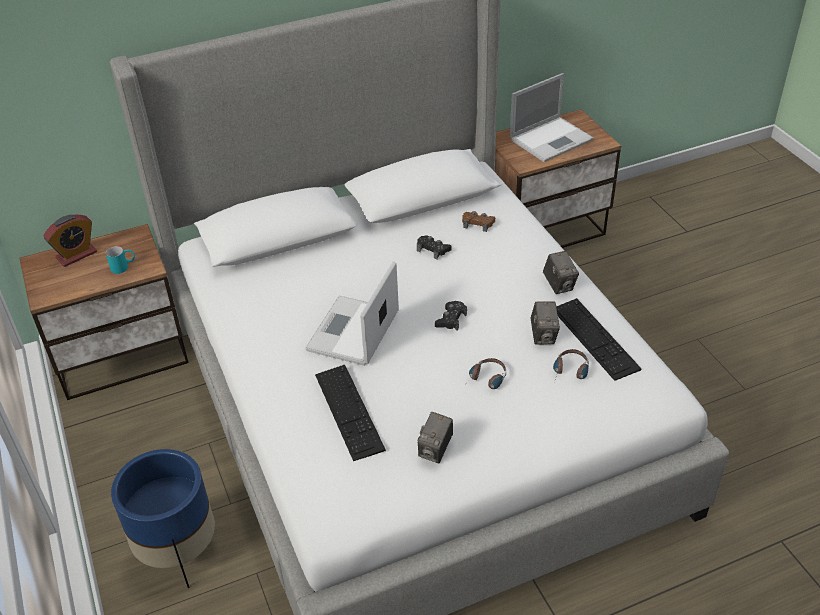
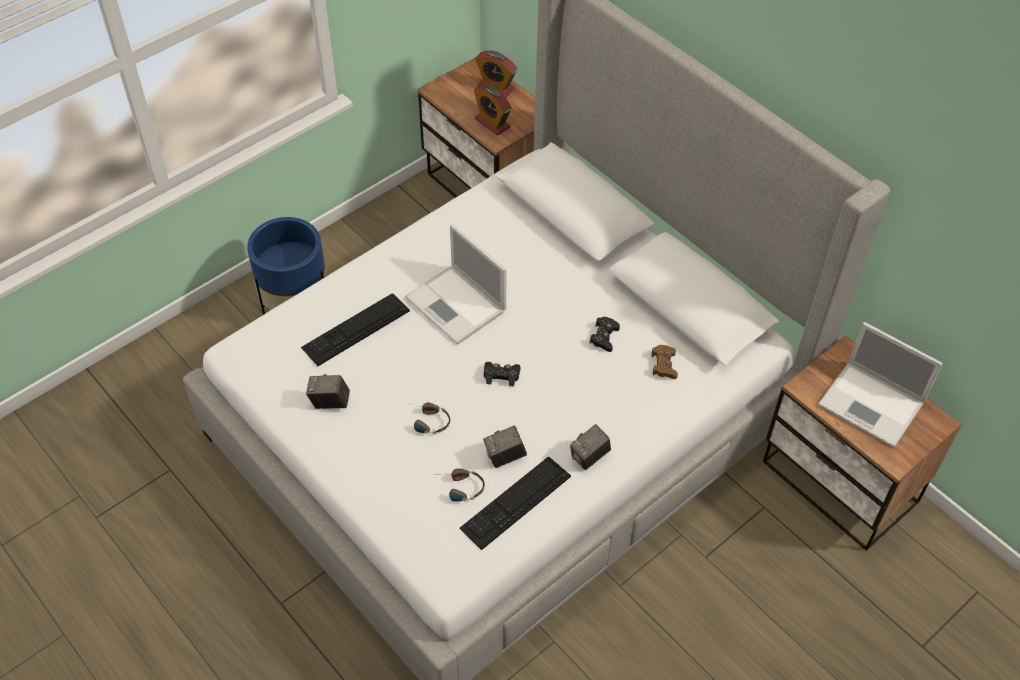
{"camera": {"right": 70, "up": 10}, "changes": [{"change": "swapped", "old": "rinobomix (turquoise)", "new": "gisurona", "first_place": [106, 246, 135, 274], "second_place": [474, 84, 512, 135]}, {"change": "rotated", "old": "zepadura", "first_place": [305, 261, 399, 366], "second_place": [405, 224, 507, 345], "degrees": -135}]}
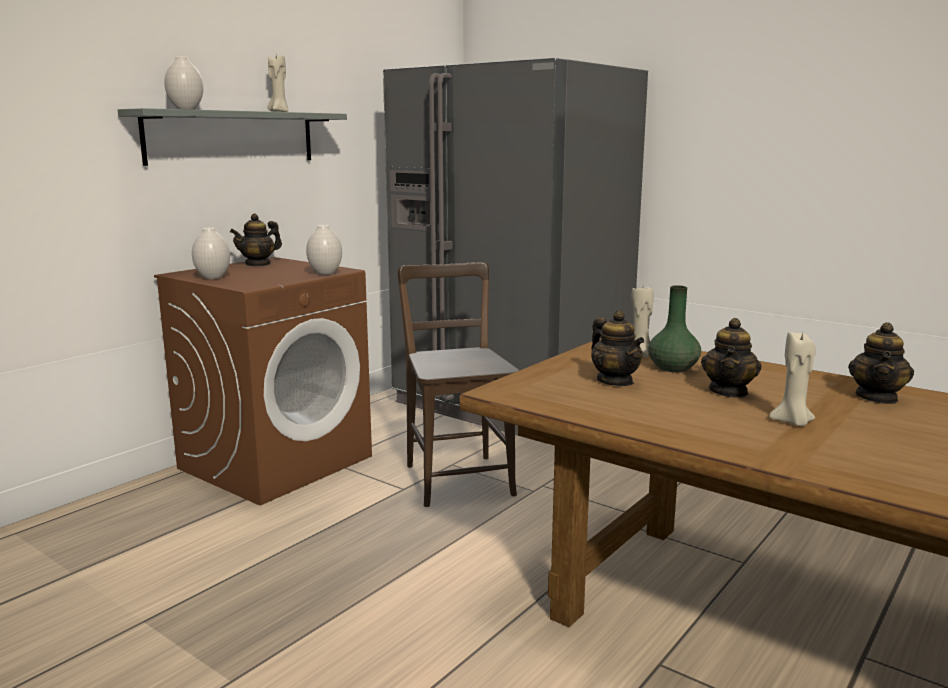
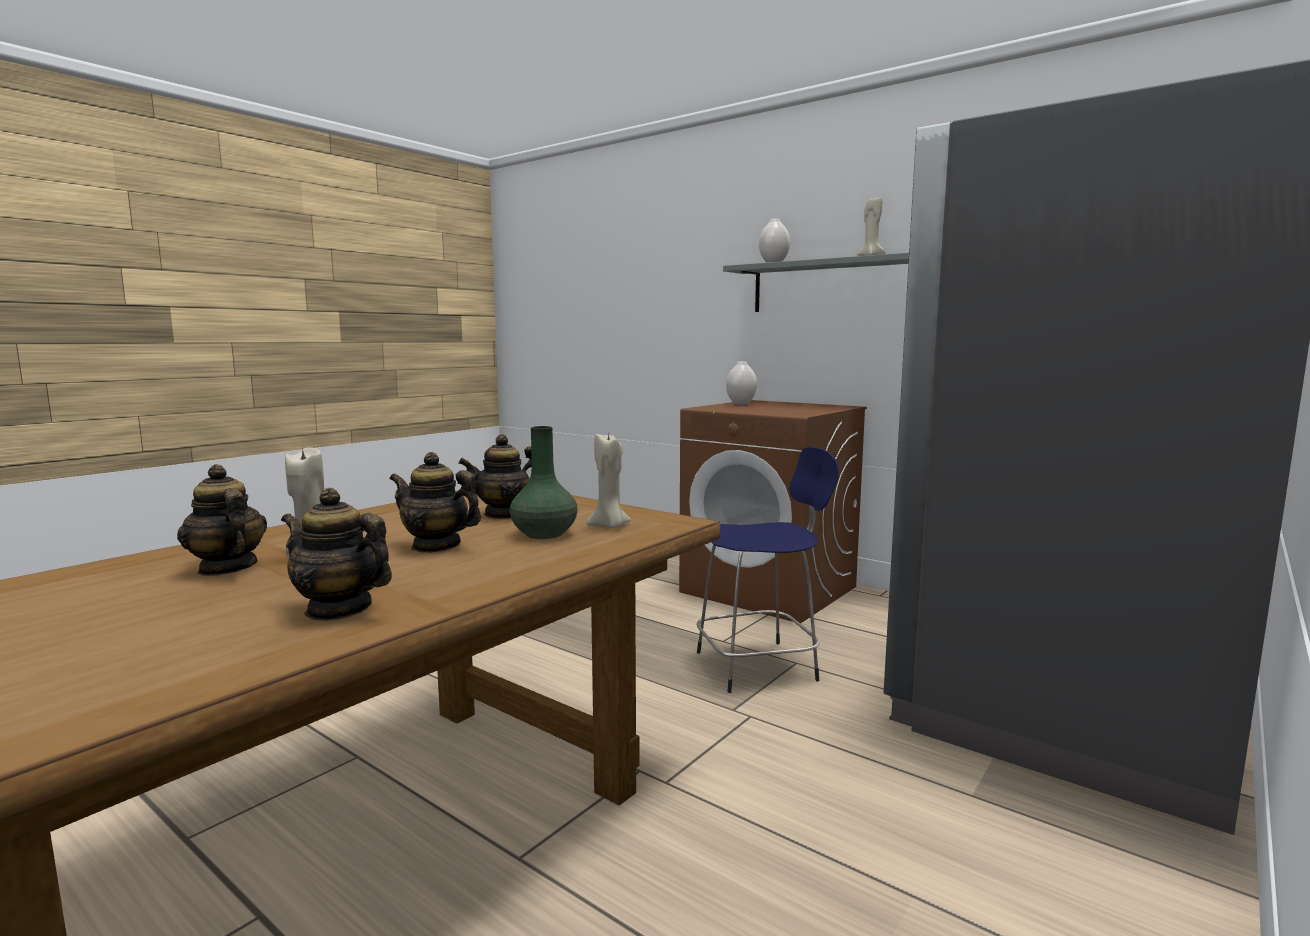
{"camera": {"right": 90, "up": -5}, "changes": [{"change": "shifted", "old": "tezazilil", "first_place": [230, 214, 282, 266], "second_place": [177, 464, 267, 576]}, {"change": "gone", "old": "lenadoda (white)", "first_place": [306, 225, 342, 275]}, {"change": "swapped", "old": "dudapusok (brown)", "new": "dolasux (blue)", "first_place": [398, 262, 519, 507], "second_place": [696, 447, 839, 693]}]}
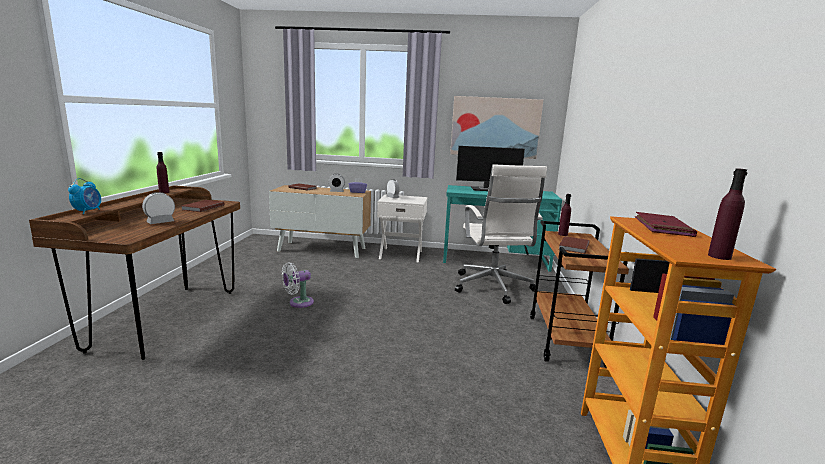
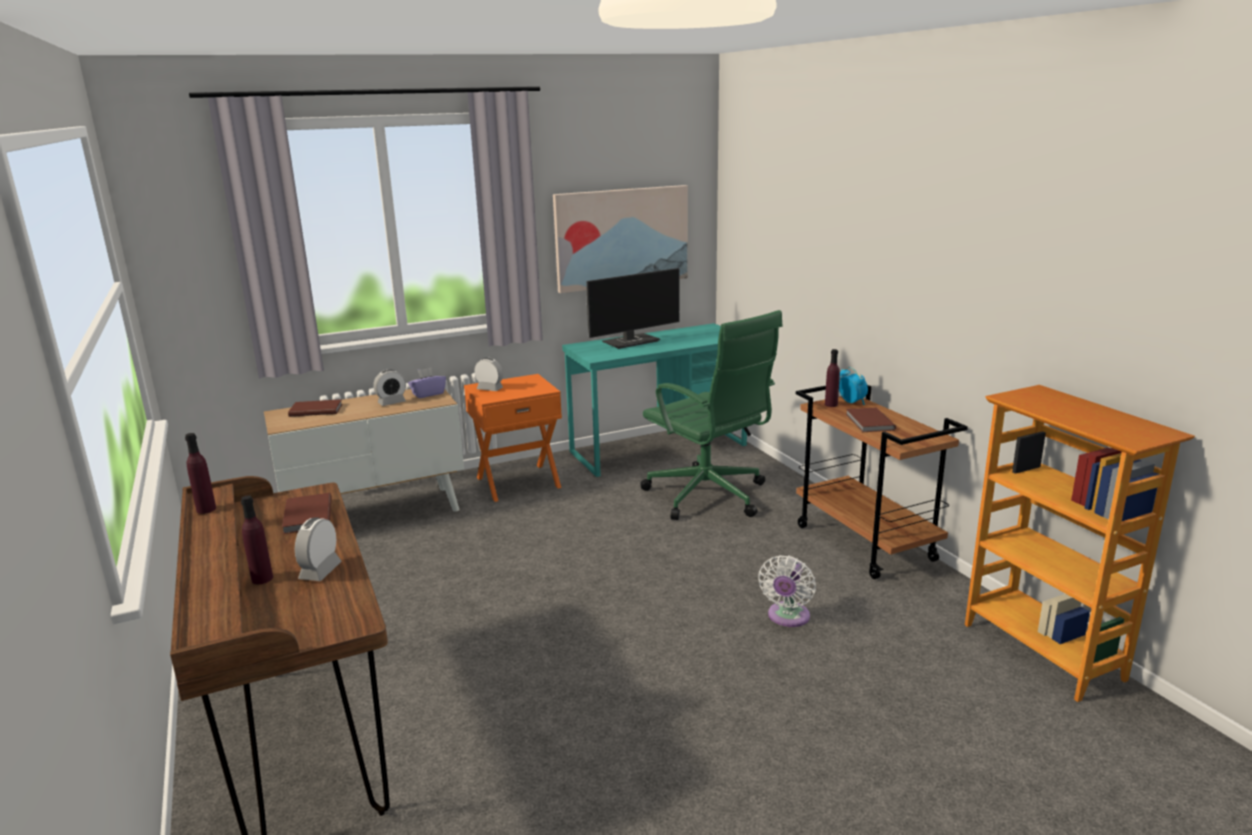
{"camera": {"right": -30, "up": 5}, "changes": [{"change": "shifted", "old": "gisurona", "first_place": [68, 178, 101, 214], "second_place": [839, 367, 868, 405]}, {"change": "shifted", "old": "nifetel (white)", "first_place": [282, 262, 314, 308], "second_place": [758, 555, 816, 627]}, {"change": "repainted", "old": "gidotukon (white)", "new": "gidotukon (orange)", "first_place": [377, 194, 427, 262], "second_place": [464, 374, 562, 502]}, {"change": "repainted", "old": "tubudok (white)", "new": "tubudok (green)", "first_place": [455, 165, 547, 304], "second_place": [640, 310, 783, 520]}, {"change": "gone", "old": "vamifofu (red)", "first_place": [635, 212, 697, 237]}, {"change": "shifted", "old": "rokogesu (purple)", "first_place": [708, 168, 748, 260], "second_place": [241, 495, 273, 584]}]}
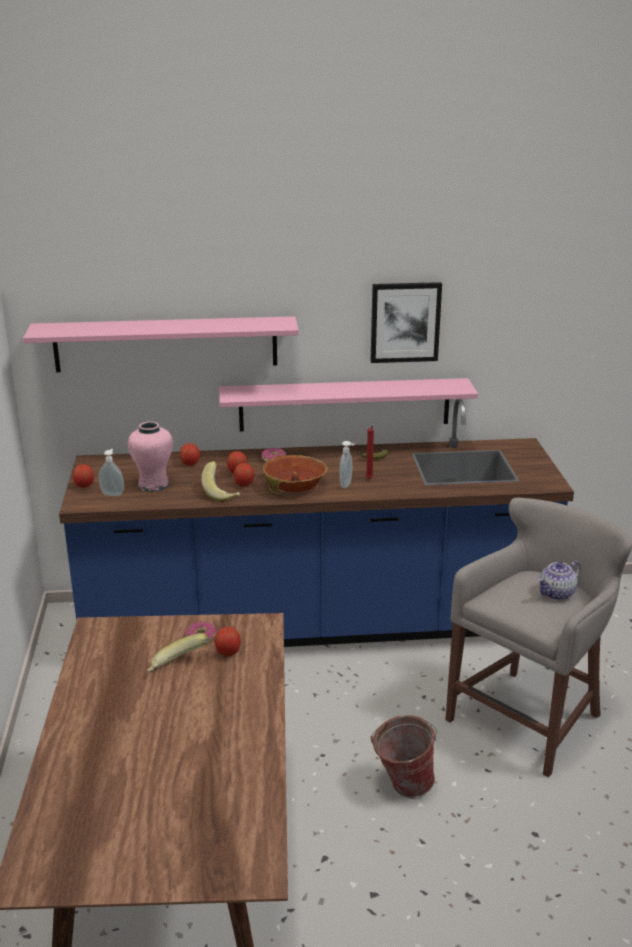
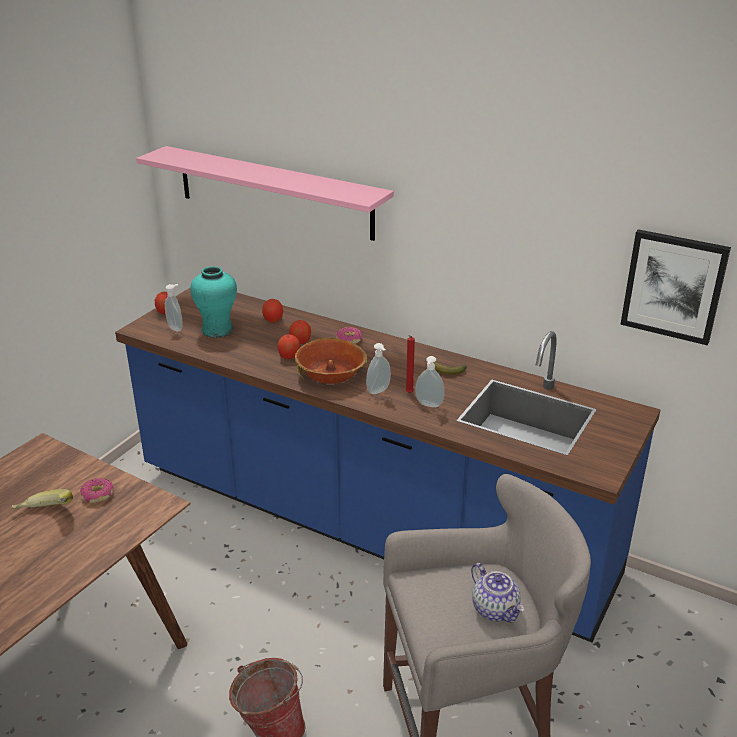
{"camera": {"right": 35, "up": 5}, "changes": [{"change": "repainted", "old": "lenadoda (pink)", "new": "lenadoda (turquoise)", "first_place": [128, 421, 173, 492], "second_place": [190, 266, 237, 338]}, {"change": "gone", "old": "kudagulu", "first_place": [201, 461, 240, 502]}, {"change": "gone", "old": "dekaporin", "first_place": [214, 627, 241, 656]}, {"change": "gone", "old": "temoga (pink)", "first_place": [219, 378, 478, 432]}, {"change": "shifted", "old": "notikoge", "first_place": [371, 282, 442, 363], "second_place": [620, 229, 731, 346]}, {"change": "rotated", "old": "tezazilil", "first_place": [538, 561, 581, 600], "second_place": [471, 563, 525, 623], "degrees": -120}, {"change": "new", "new": "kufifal", "second_place": [416, 356, 445, 407]}]}
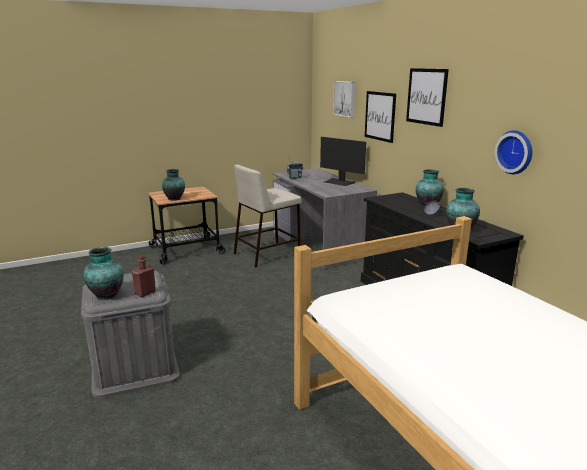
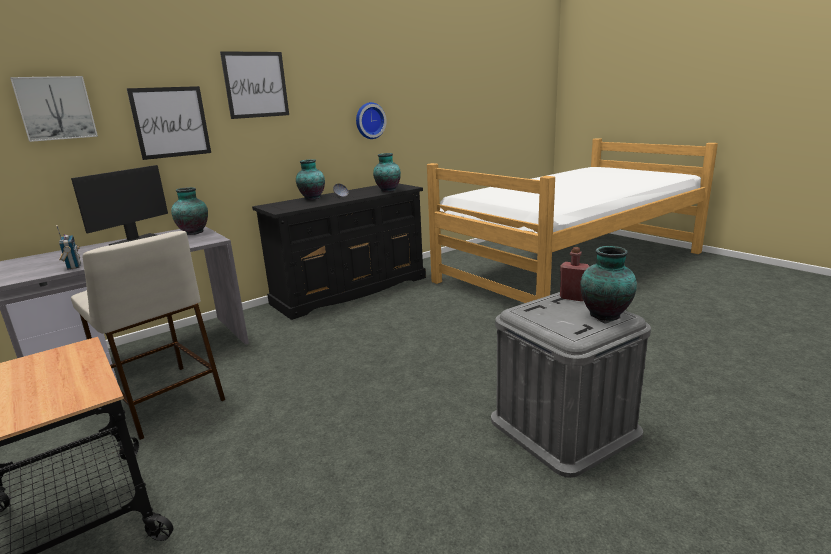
{"camera": {"right": -100, "up": 0}, "changes": [{"change": "shifted", "old": "lenadoda", "first_place": [162, 169, 185, 201], "second_place": [171, 187, 208, 235]}]}
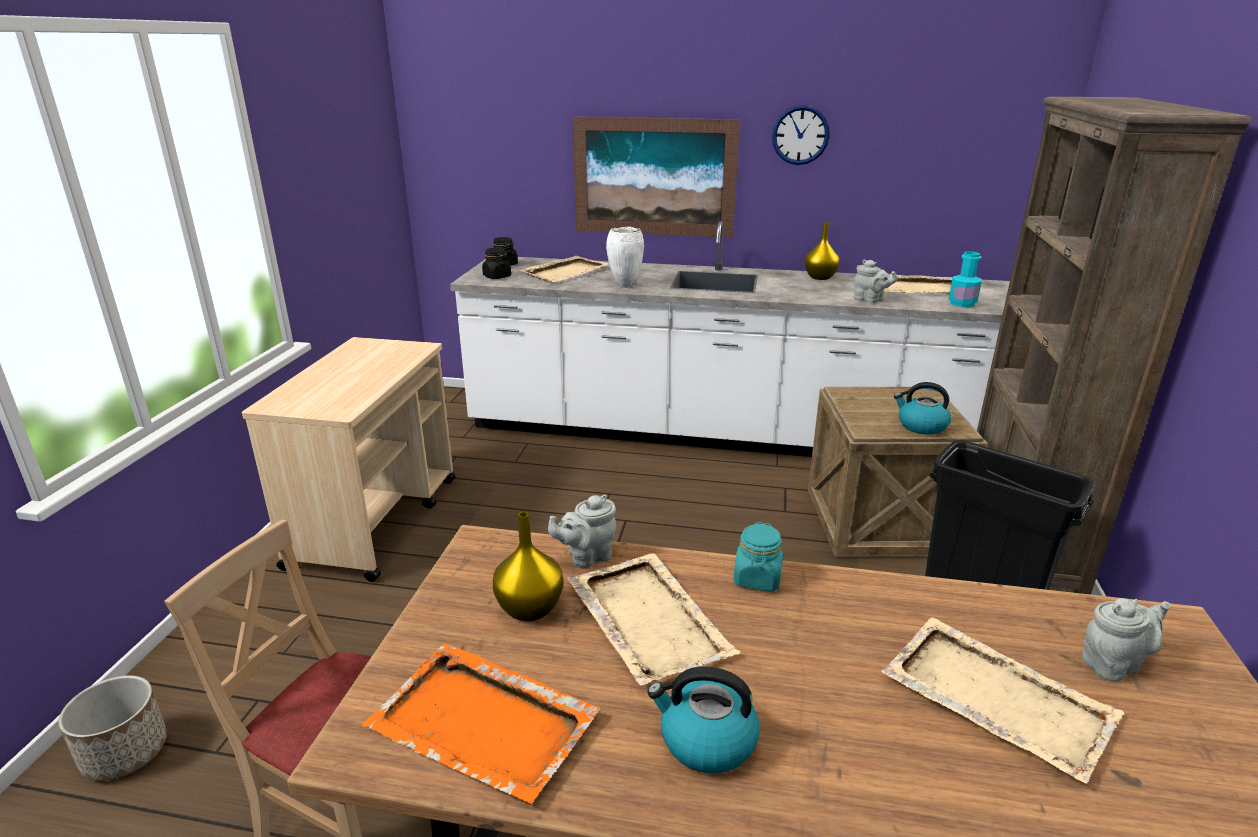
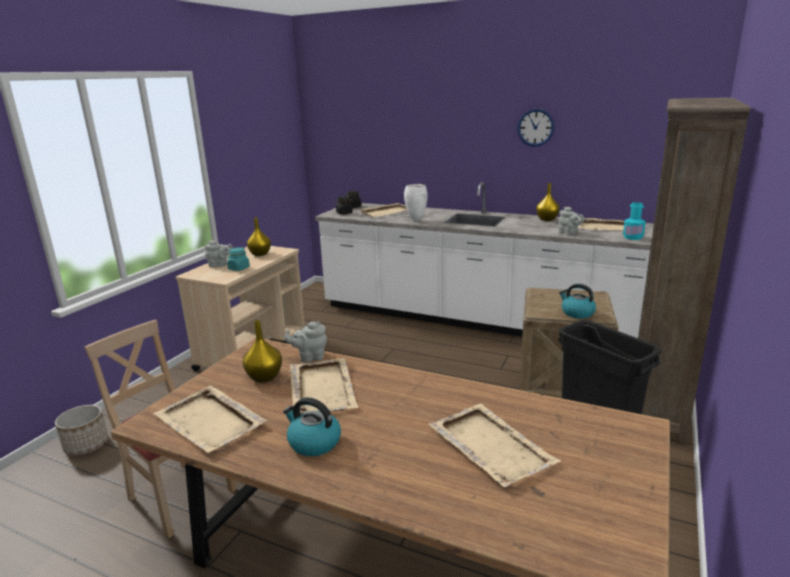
{"camera": {"right": 15, "up": -5}, "changes": [{"change": "repainted", "old": "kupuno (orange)", "new": "kupuno (beige)", "first_place": [362, 644, 600, 804], "second_place": [154, 386, 267, 453]}, {"change": "gone", "old": "notikoge", "first_place": [573, 117, 740, 238]}, {"change": "shifted", "old": "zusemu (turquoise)", "first_place": [733, 522, 783, 591], "second_place": [227, 247, 250, 271]}, {"change": "shifted", "old": "tezazilil (grey)", "first_place": [1082, 598, 1171, 681], "second_place": [205, 240, 233, 267]}, {"change": "new", "new": "lenadoda (yellow)", "second_place": [247, 217, 271, 256]}]}
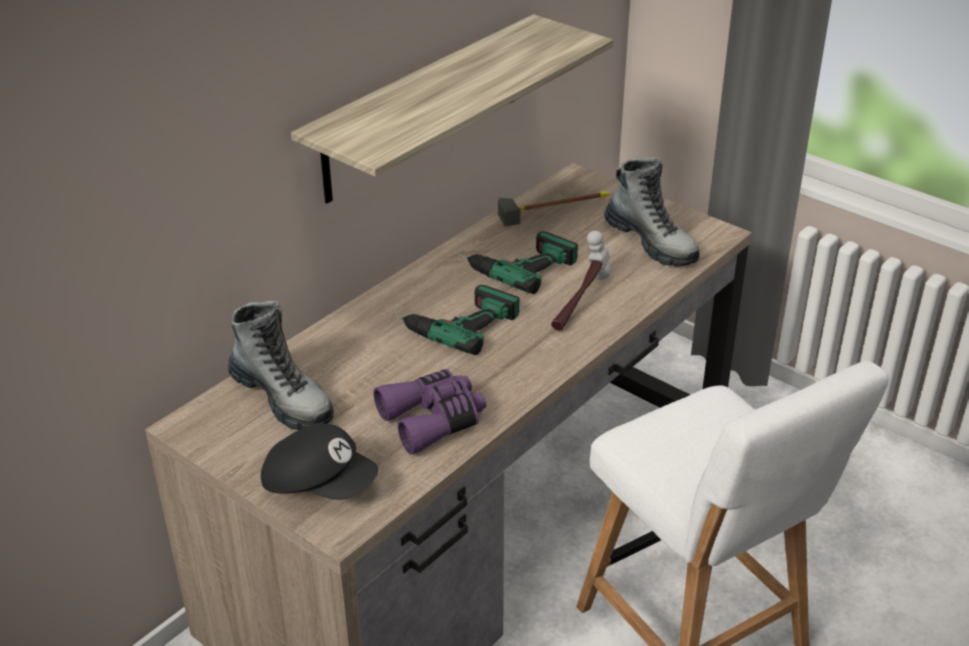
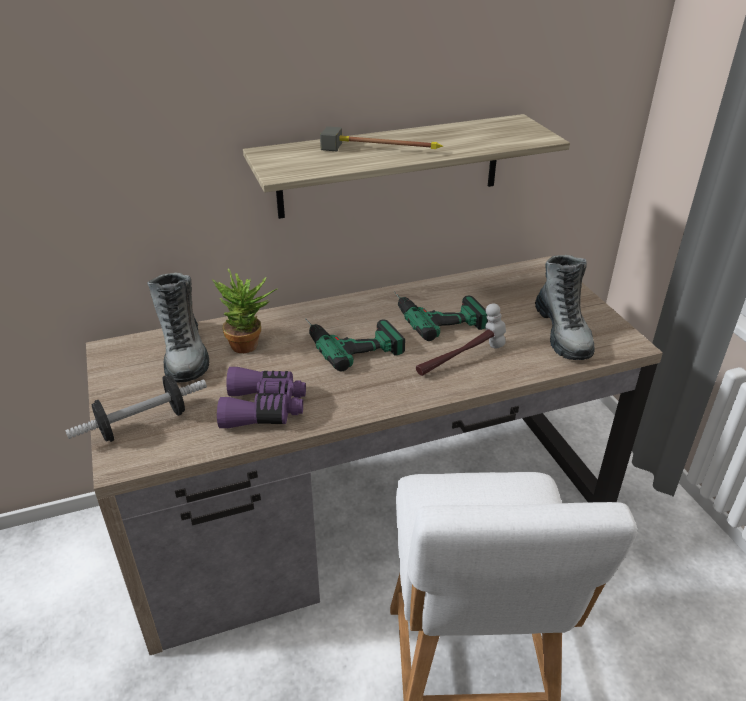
{"camera": {"right": 30, "up": 0}, "changes": [{"change": "swapped", "old": "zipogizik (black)", "new": "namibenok", "first_place": [261, 424, 378, 500], "second_place": [65, 375, 207, 442]}, {"change": "shifted", "old": "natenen", "first_place": [498, 191, 611, 227], "second_place": [320, 126, 443, 151]}, {"change": "new", "new": "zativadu", "second_place": [213, 269, 278, 353]}]}
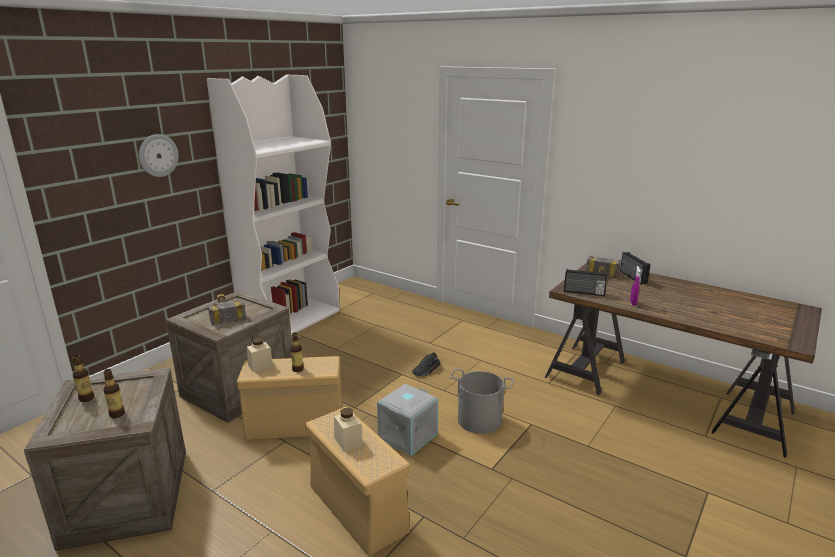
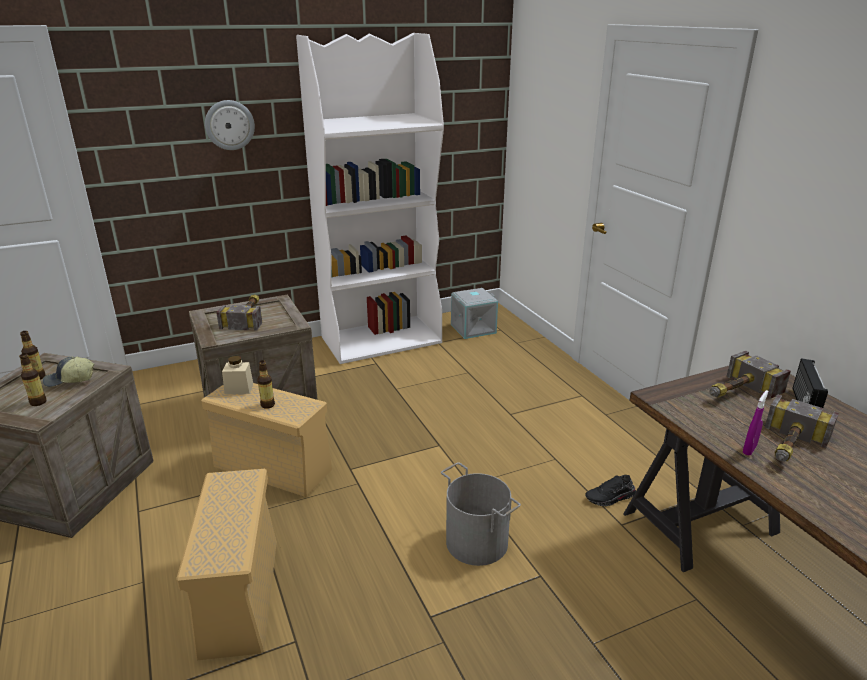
{"camera": {"right": 30, "up": 5}, "changes": [{"change": "gone", "old": "zusemu (beige)", "first_place": [334, 408, 363, 452]}, {"change": "shifted", "old": "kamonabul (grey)", "first_place": [377, 384, 438, 456], "second_place": [451, 288, 498, 339]}, {"change": "shifted", "old": "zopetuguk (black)", "first_place": [412, 353, 441, 376], "second_place": [585, 475, 636, 506]}, {"change": "gone", "old": "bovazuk", "first_place": [564, 269, 607, 296]}, {"change": "new", "new": "zipogizik", "second_place": [43, 356, 95, 387]}, {"change": "new", "new": "natenen", "second_place": [765, 394, 839, 461]}]}
